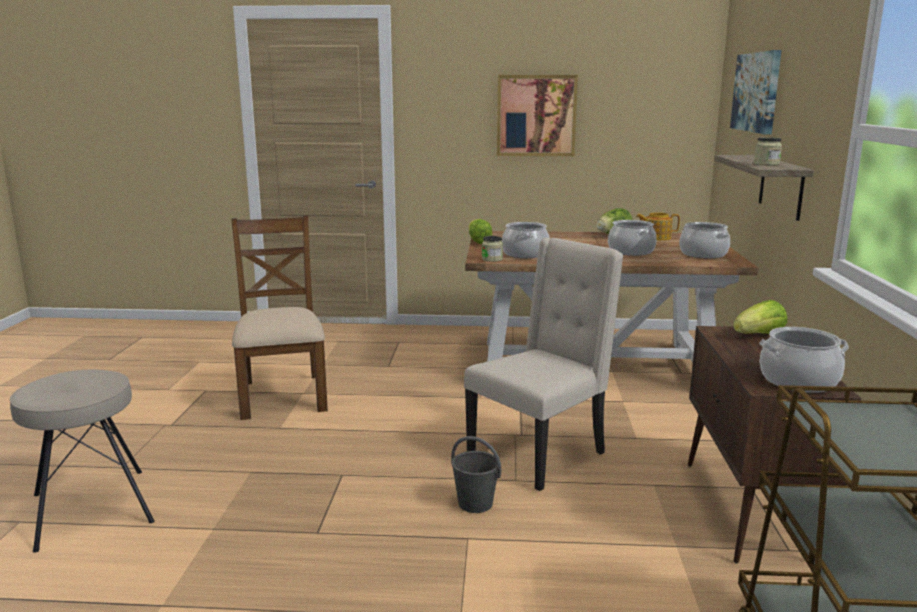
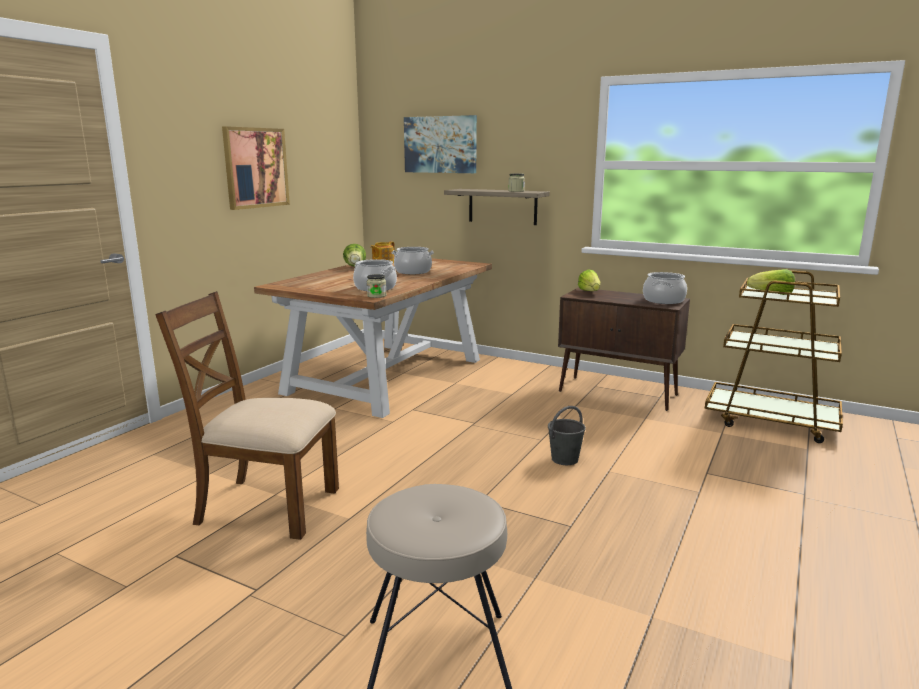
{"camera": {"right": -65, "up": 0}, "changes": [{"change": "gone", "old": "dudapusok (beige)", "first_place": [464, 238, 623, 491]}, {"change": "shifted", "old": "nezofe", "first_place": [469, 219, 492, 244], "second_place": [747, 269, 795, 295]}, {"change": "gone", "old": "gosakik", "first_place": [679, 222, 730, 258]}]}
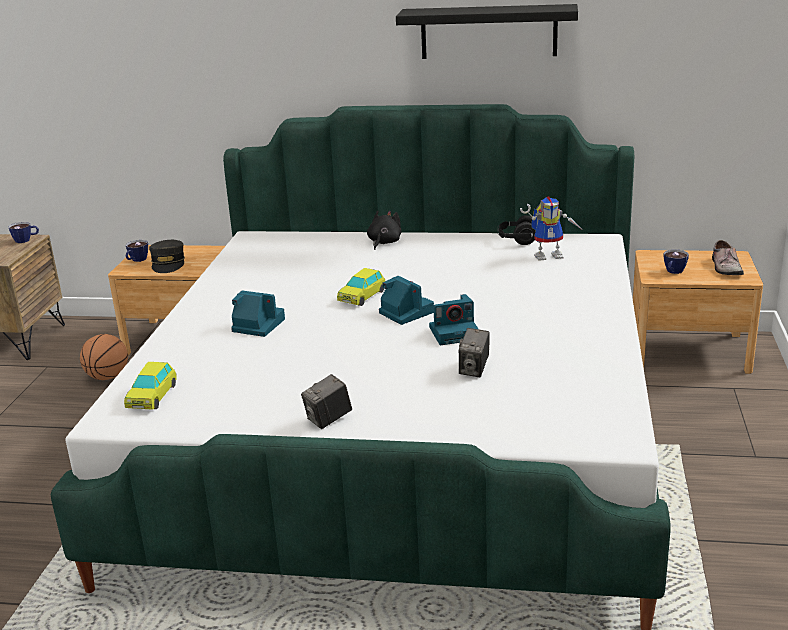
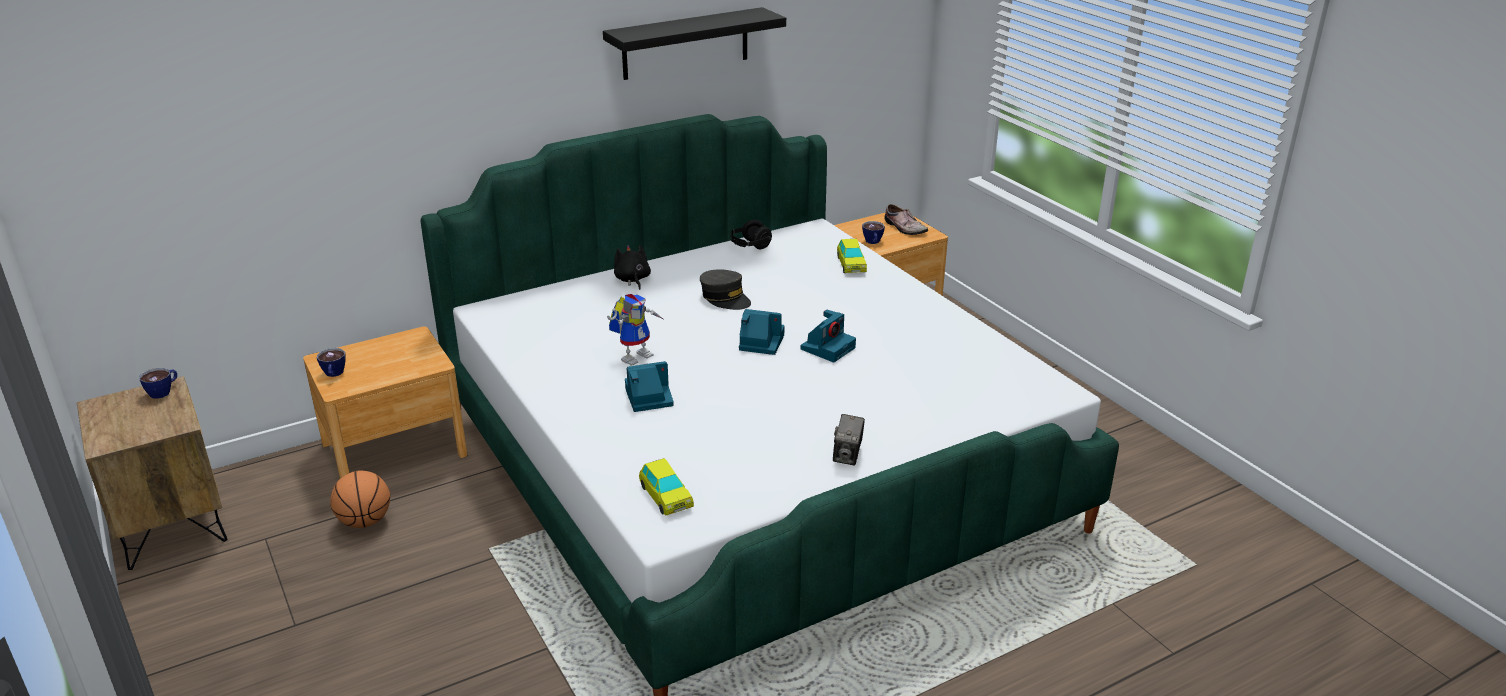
{"camera": {"right": -40, "up": 5}, "changes": [{"change": "shifted", "old": "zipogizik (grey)", "first_place": [149, 240, 185, 273], "second_place": [700, 269, 751, 310]}, {"change": "shifted", "old": "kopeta", "first_place": [337, 268, 385, 306], "second_place": [837, 239, 867, 273]}, {"change": "gone", "old": "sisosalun", "first_place": [458, 328, 490, 377]}, {"change": "shifted", "old": "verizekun", "first_place": [520, 196, 581, 261], "second_place": [607, 294, 663, 366]}]}
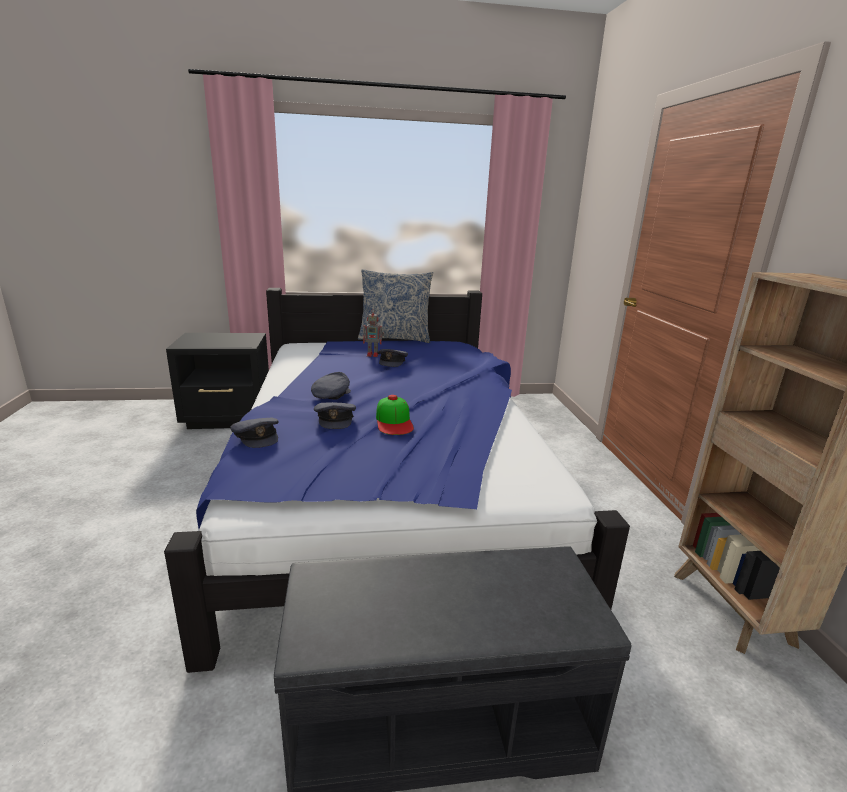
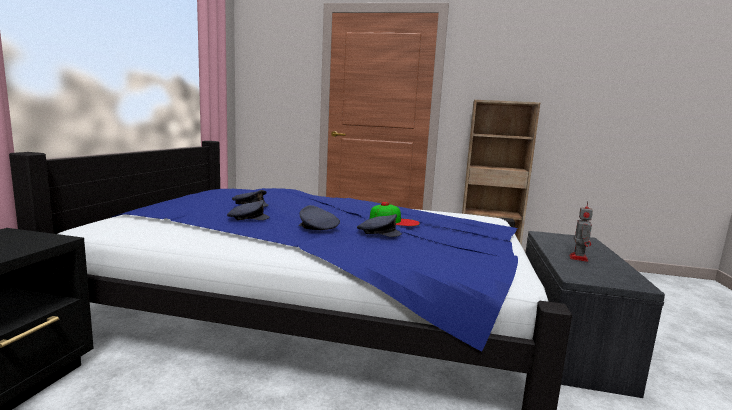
{"camera": {"right": -70, "up": -10}, "changes": [{"change": "shifted", "old": "zipogizik (grey)", "first_place": [230, 418, 279, 448], "second_place": [227, 200, 269, 220]}, {"change": "gone", "old": "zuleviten", "first_place": [358, 269, 433, 343]}, {"change": "shifted", "old": "verizekun", "first_place": [363, 309, 384, 357], "second_place": [569, 202, 593, 262]}]}
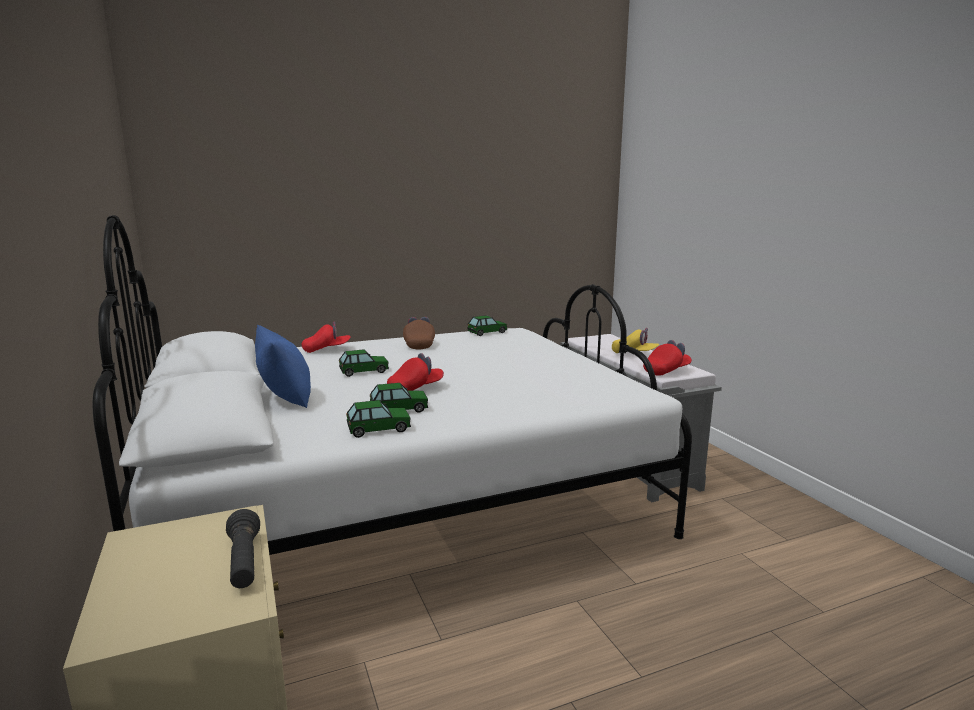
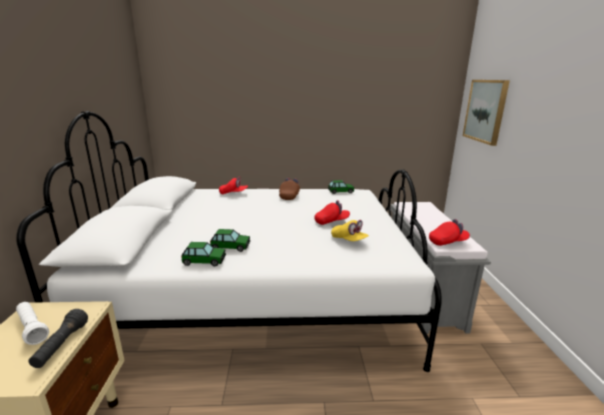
{"camera": {"right": 20, "up": 5}, "changes": [{"change": "gone", "old": "zuleviten (blue)", "first_place": [255, 325, 311, 408]}, {"change": "gone", "old": "kopeta", "first_place": [339, 349, 389, 377]}, {"change": "shifted", "old": "zipogizik (red)", "first_place": [387, 353, 444, 390], "second_place": [314, 200, 350, 225]}, {"change": "shifted", "old": "zipogizik (yellow)", "first_place": [612, 328, 660, 353], "second_place": [331, 220, 369, 241]}, {"change": "new", "new": "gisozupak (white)", "second_place": [16, 302, 49, 345]}, {"change": "new", "new": "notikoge", "second_place": [463, 80, 510, 146]}]}
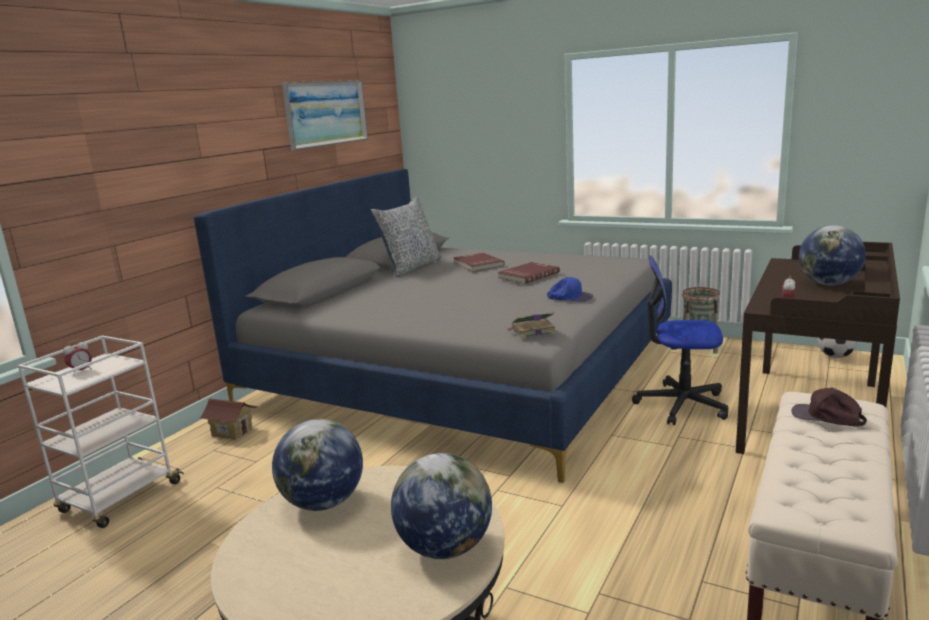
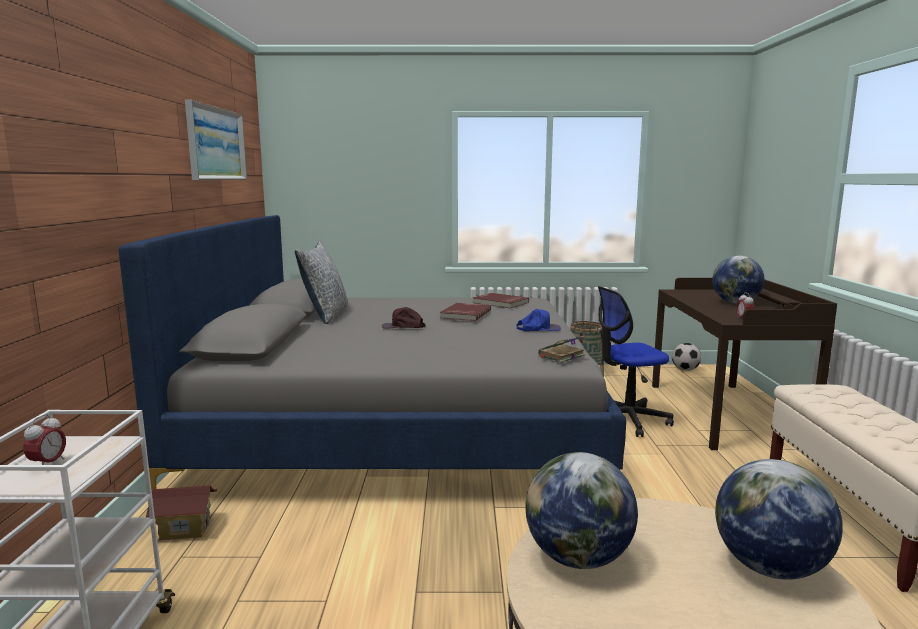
{"camera": {"right": -30, "up": -5}, "changes": [{"change": "shifted", "old": "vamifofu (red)", "first_place": [453, 253, 505, 272], "second_place": [473, 293, 529, 309]}, {"change": "shifted", "old": "zipogizik (brown)", "first_place": [792, 388, 867, 427], "second_place": [381, 307, 426, 329]}]}
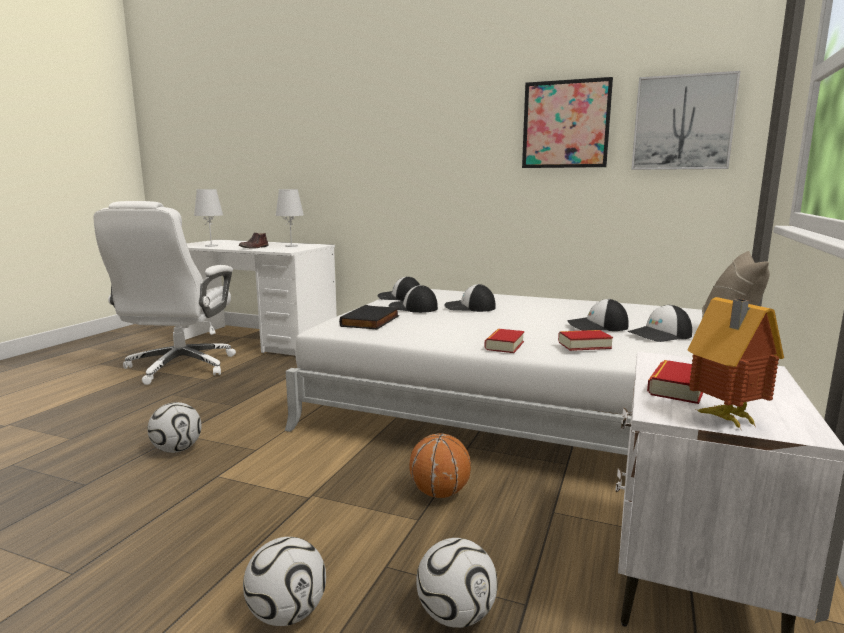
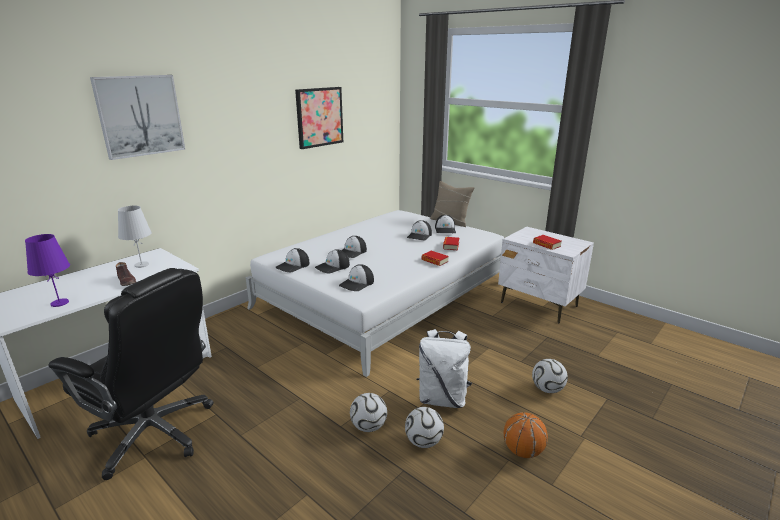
{"camera": {"right": -70, "up": 10}, "changes": [{"change": "repainted", "old": "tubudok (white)", "new": "tubudok (black)", "first_place": [93, 201, 236, 385], "second_place": [48, 268, 214, 480]}, {"change": "repainted", "old": "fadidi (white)", "new": "fadidi (purple)", "first_place": [194, 189, 223, 247], "second_place": [25, 234, 70, 307]}, {"change": "swapped", "old": "vamifofu (black)", "new": "zipogizik", "first_place": [339, 305, 399, 329], "second_place": [339, 264, 374, 291]}, {"change": "shifted", "old": "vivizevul", "first_place": [409, 433, 471, 498], "second_place": [504, 412, 548, 458]}, {"change": "shifted", "old": "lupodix", "first_place": [416, 538, 498, 628], "second_place": [405, 407, 444, 448]}, {"change": "shifted", "old": "notikoge", "first_place": [631, 71, 740, 170], "second_place": [90, 75, 185, 160]}, {"change": "gone", "old": "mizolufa", "first_place": [687, 297, 784, 431]}, {"change": "new", "new": "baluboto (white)", "second_place": [416, 329, 472, 408]}]}
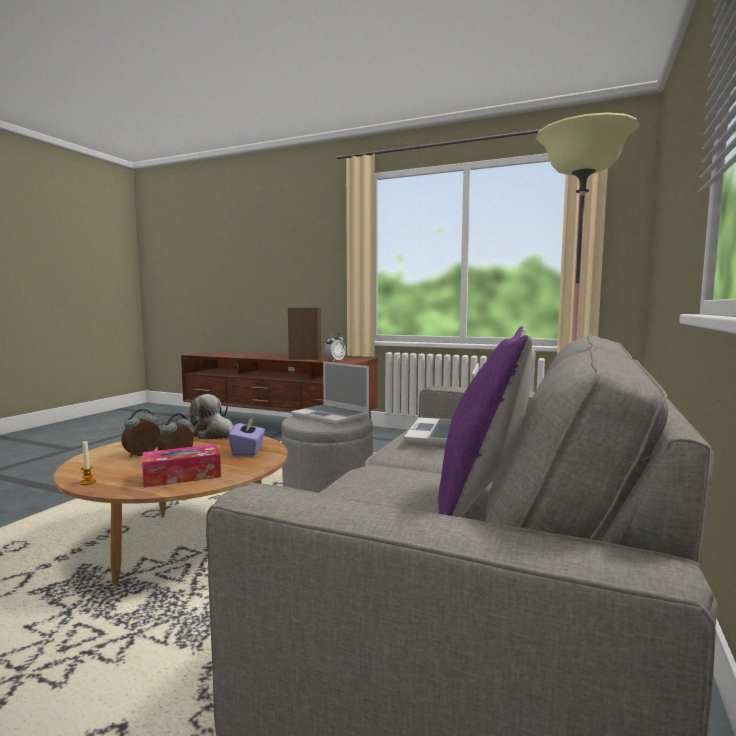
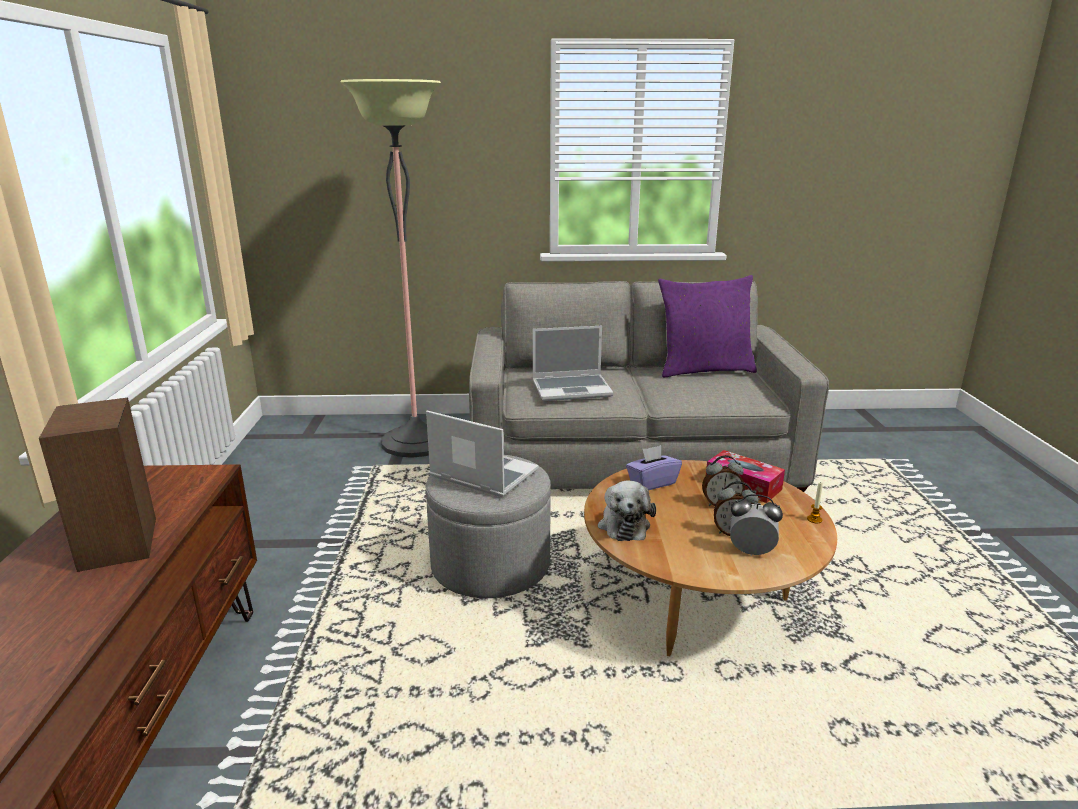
{"camera": {"right": -115, "up": 15}, "changes": [{"change": "rotated", "old": "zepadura", "first_place": [291, 361, 369, 425], "second_place": [426, 411, 539, 497], "degrees": -75}, {"change": "shifted", "old": "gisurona", "first_place": [325, 332, 346, 362], "second_place": [730, 494, 783, 556]}]}
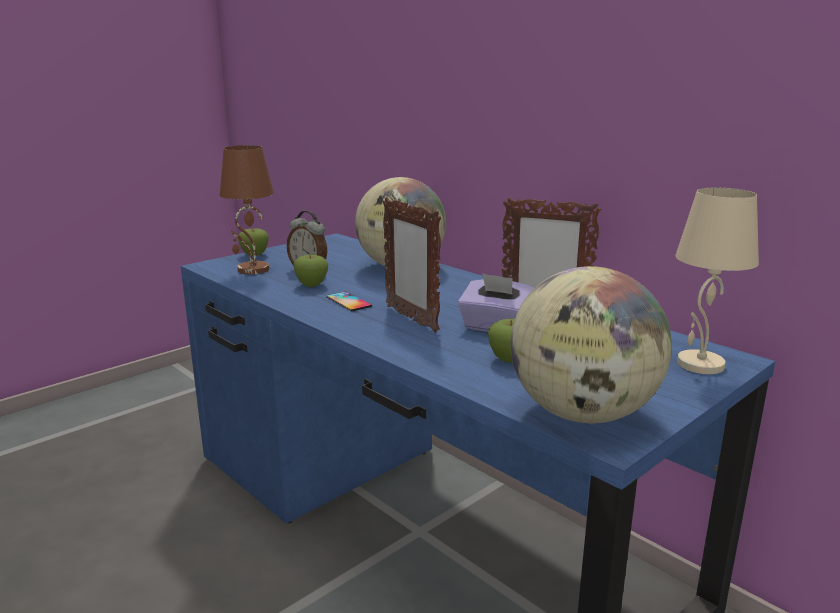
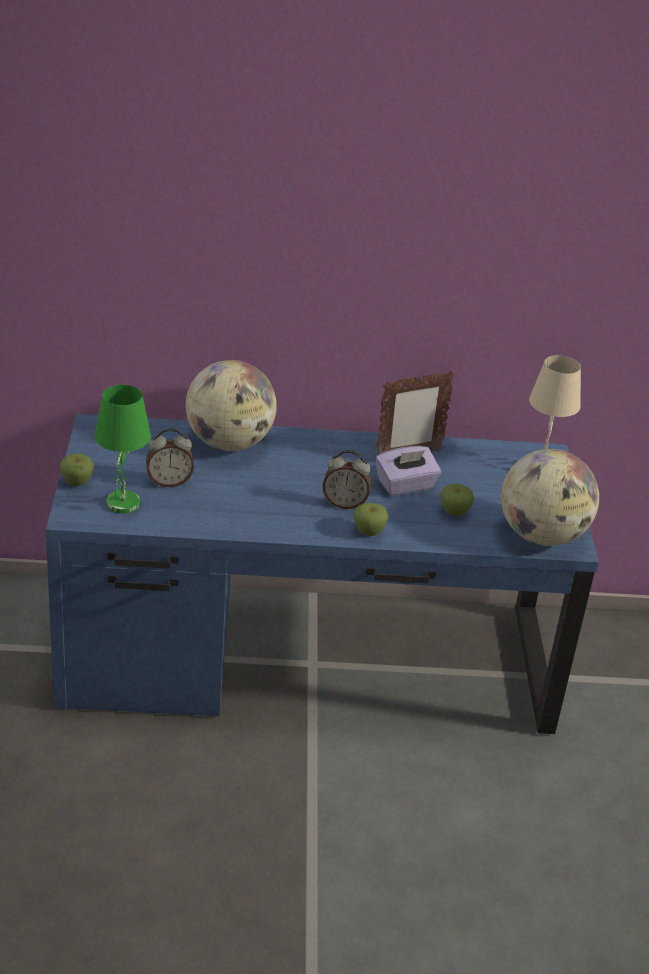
{"camera": {"right": -50, "up": 15}, "changes": [{"change": "repainted", "old": "fadidi (brown)", "new": "fadidi (green)", "first_place": [220, 145, 274, 274], "second_place": [94, 385, 151, 514]}, {"change": "shifted", "old": "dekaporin", "first_place": [293, 255, 328, 287], "second_place": [353, 503, 389, 536]}, {"change": "gone", "old": "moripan", "first_place": [326, 291, 372, 311]}, {"change": "swapped", "old": "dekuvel", "new": "gisurona", "first_place": [383, 197, 441, 333], "second_place": [323, 450, 371, 509]}]}
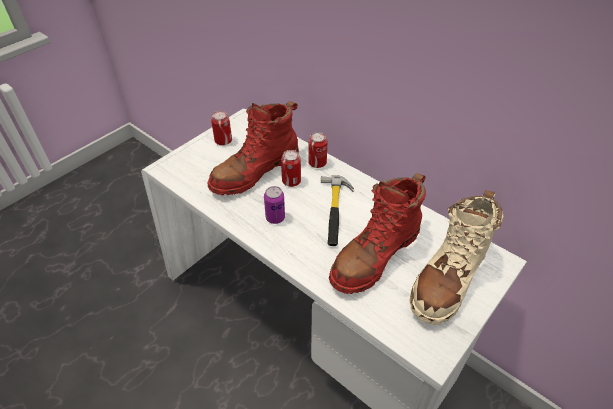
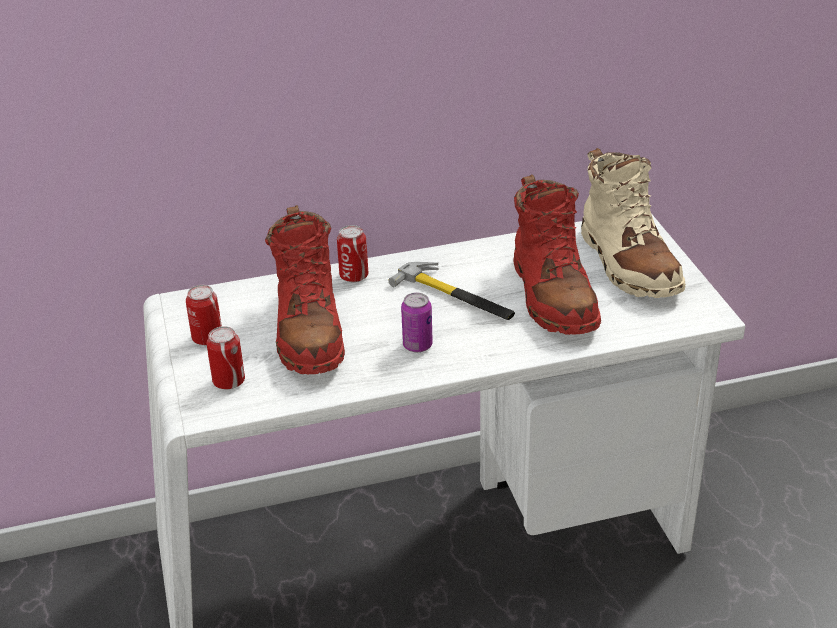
{"camera": {"right": -55, "up": -10}, "changes": [{"change": "shifted", "old": "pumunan", "first_place": [281, 150, 301, 187], "second_place": [207, 326, 245, 389]}]}
